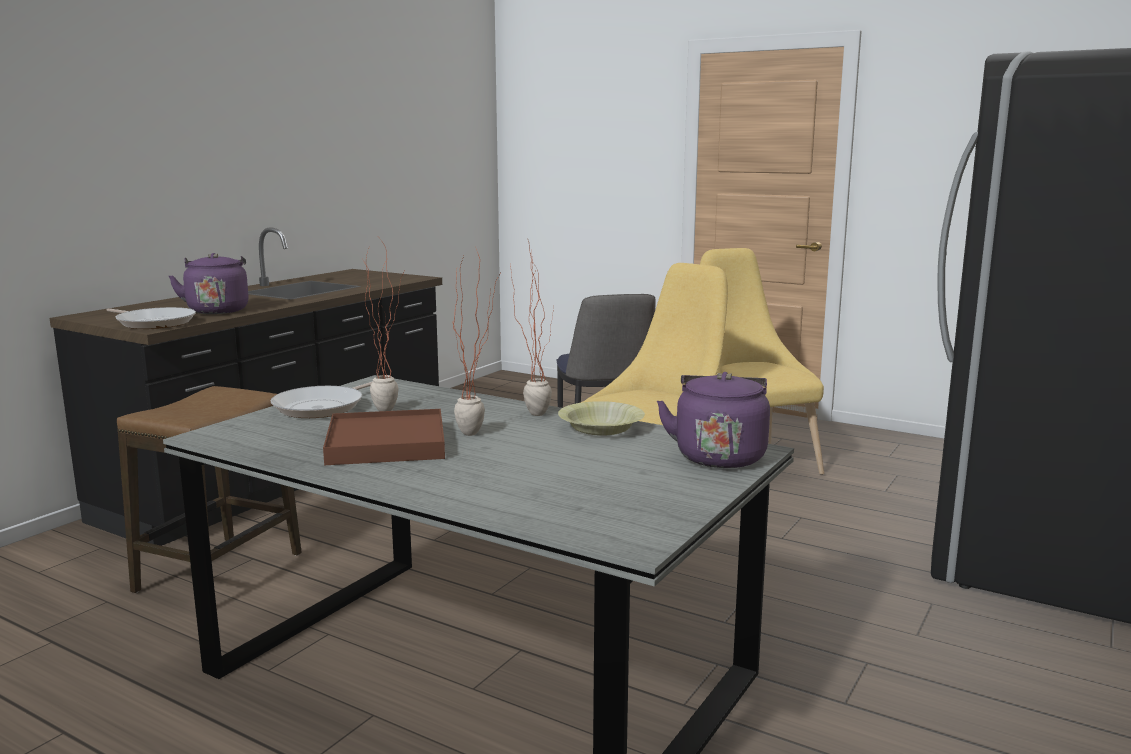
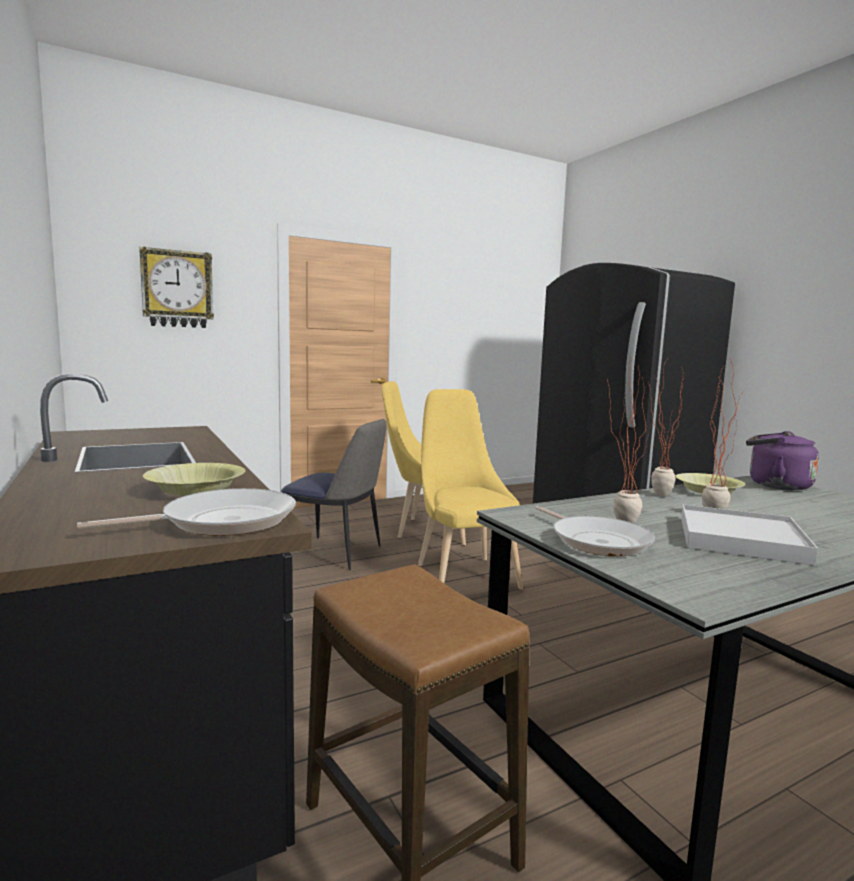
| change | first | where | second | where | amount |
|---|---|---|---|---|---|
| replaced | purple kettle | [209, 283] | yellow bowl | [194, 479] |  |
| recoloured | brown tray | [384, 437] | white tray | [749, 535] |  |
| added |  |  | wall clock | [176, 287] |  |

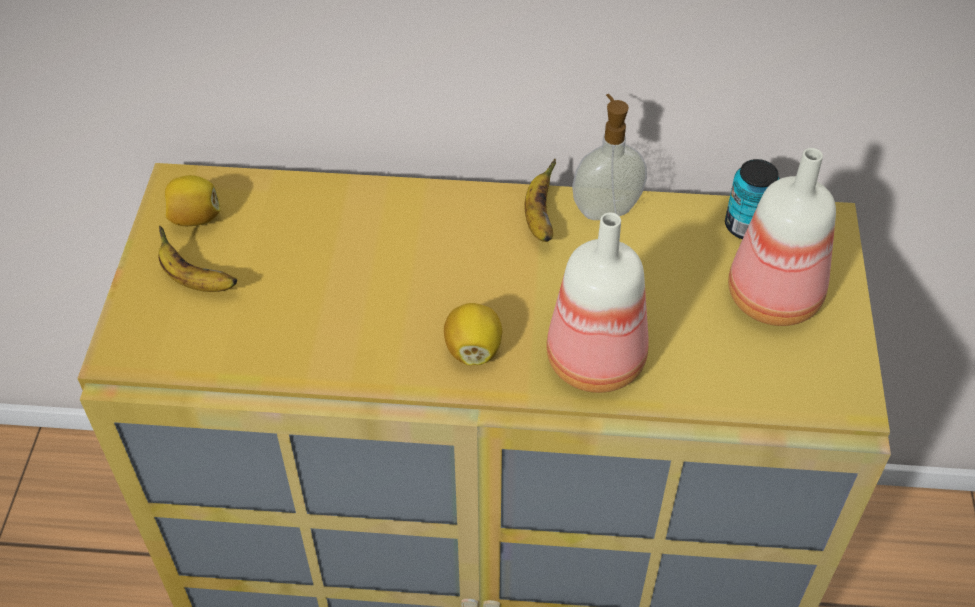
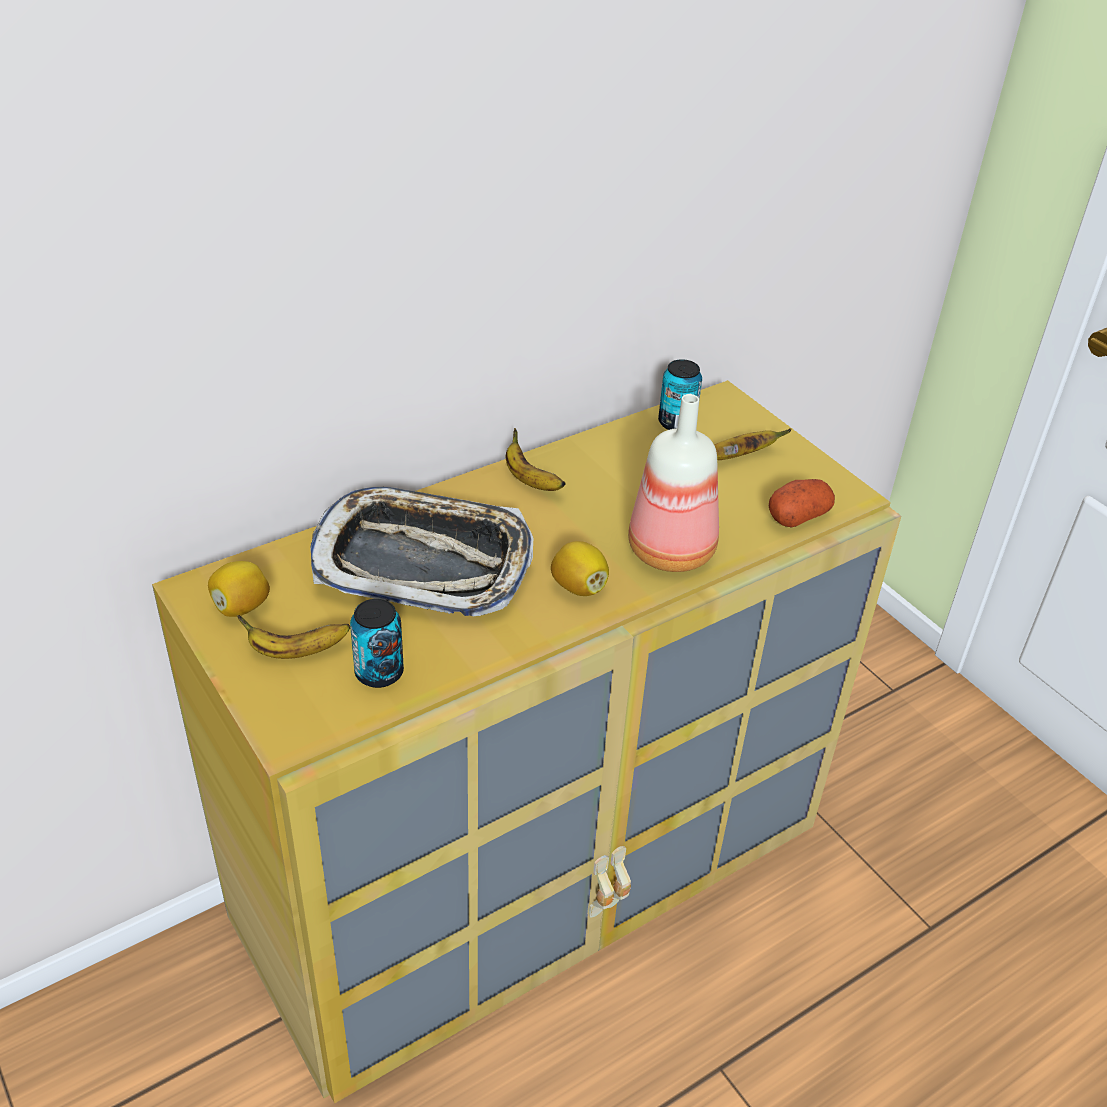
| change | first | where | second | where | amount |
|---|---|---|---|---|---|
| removed | soap dispenser | [609, 157] |  |  |  |
| replaced | bottle | [782, 237] | banana | [753, 444] |  |
| added |  |  | potato | [802, 503] |  |
| added |  |  | tray | [422, 551] |  |
| added |  |  | can | [377, 643] |  |

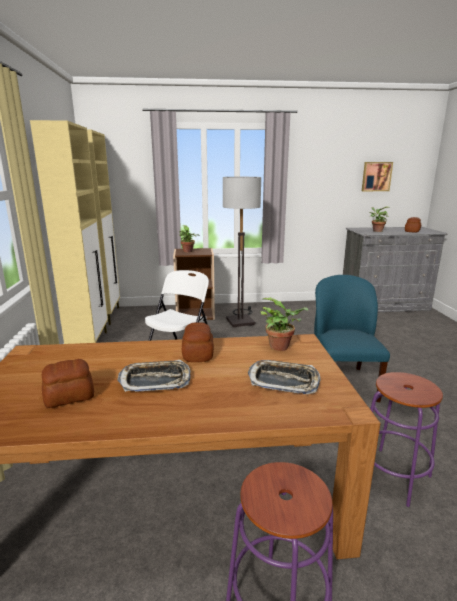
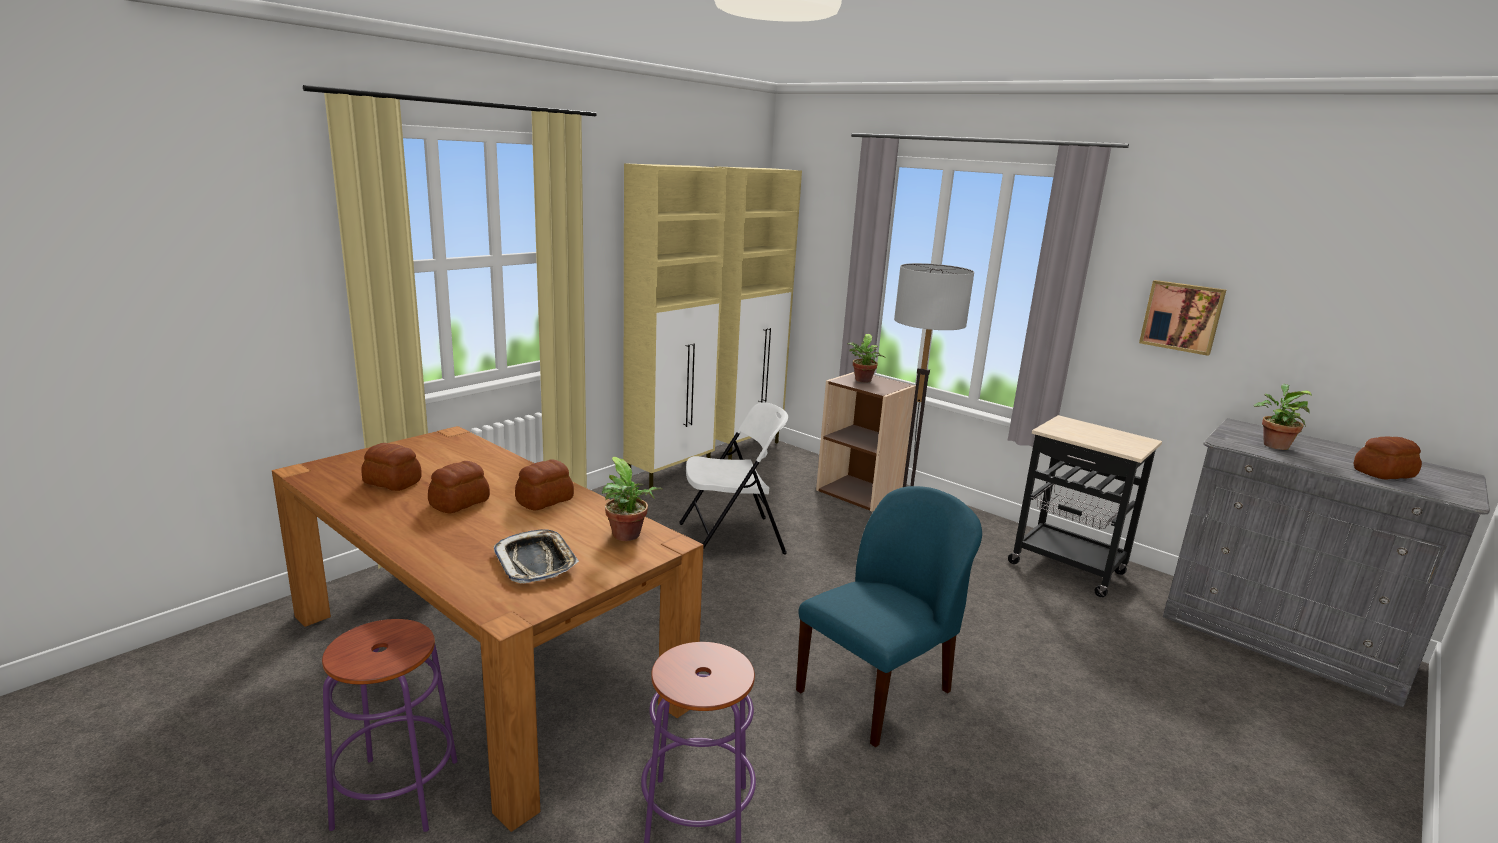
| change | first | where | second | where | amount |
|---|---|---|---|---|---|
| moved | picture | [377, 176] |  | [1182, 318] |  |
| replaced | tray | [154, 376] | bread | [459, 487] |  |
| added |  |  | cart | [1085, 506] |  |

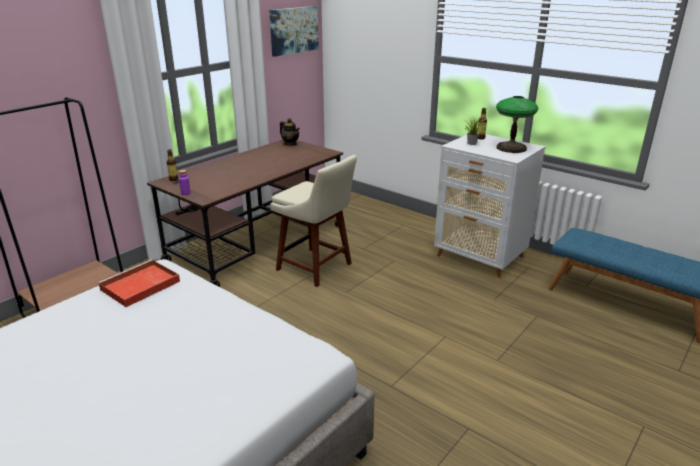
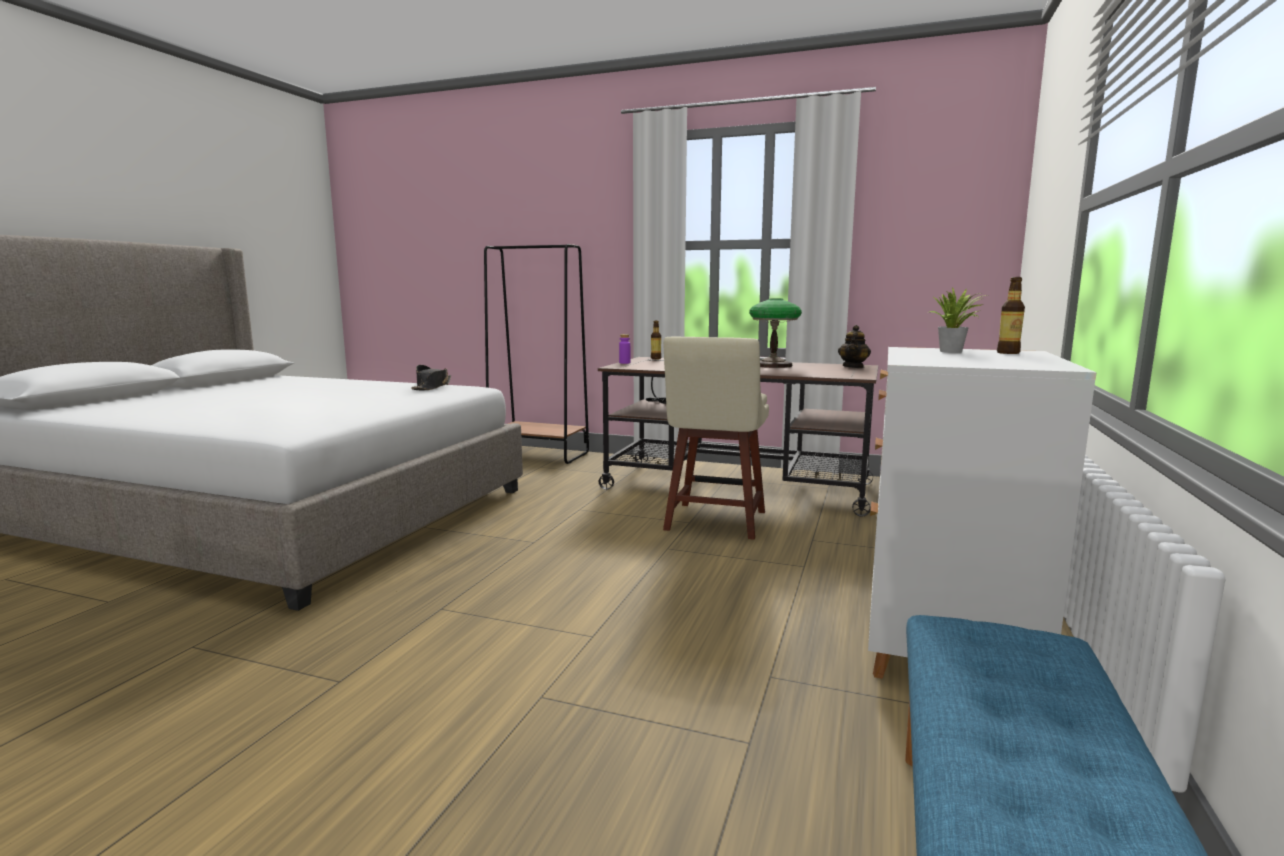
| change | first | where | second | where | amount |
|---|---|---|---|---|---|
| removed | picture | [294, 31] |  |  |  |
| moved | table lamp | [517, 124] |  | [775, 333] |  |
| replaced | red tray | [139, 283] | black hat | [431, 377] |  |

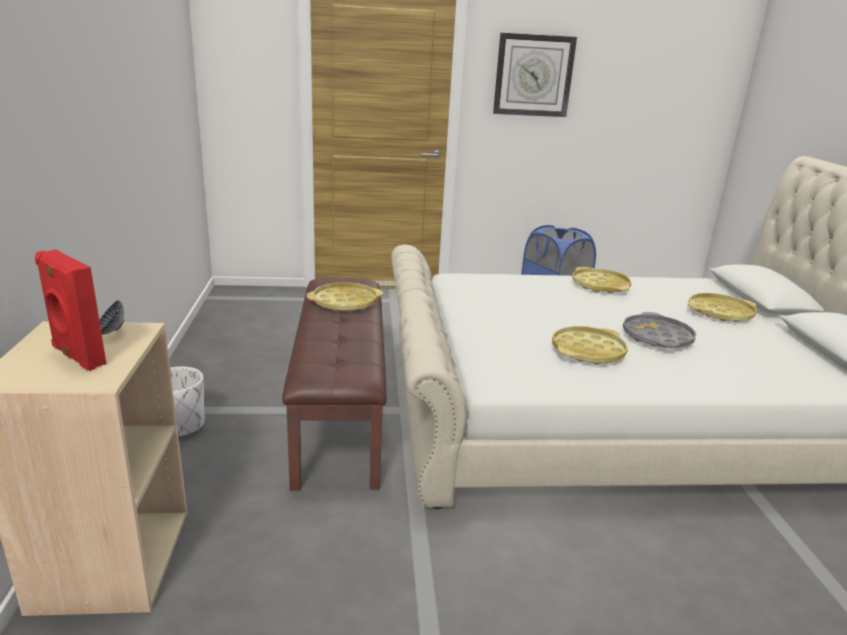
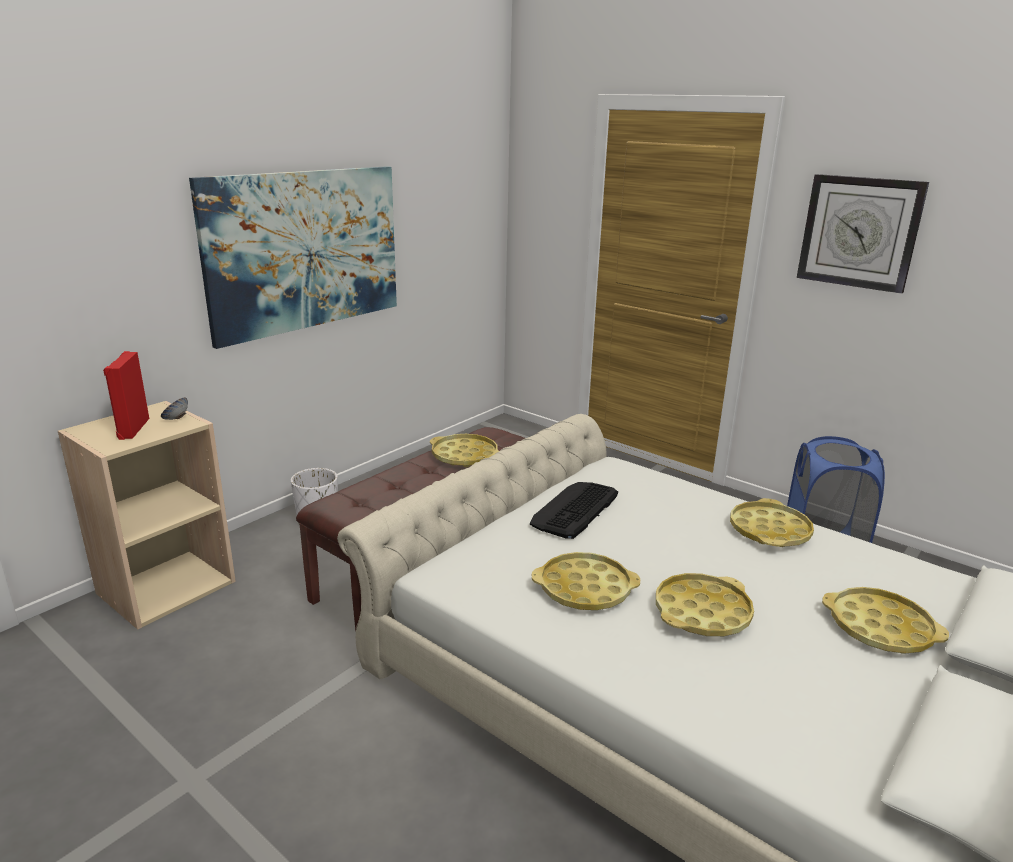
| change | first | where | second | where | amount |
|---|---|---|---|---|---|
| recoloured | grey tray | [659, 330] | yellow tray | [705, 604] |  |
| added |  |  | picture | [293, 257] |  |
| added |  |  | keyboard | [574, 510] |  |

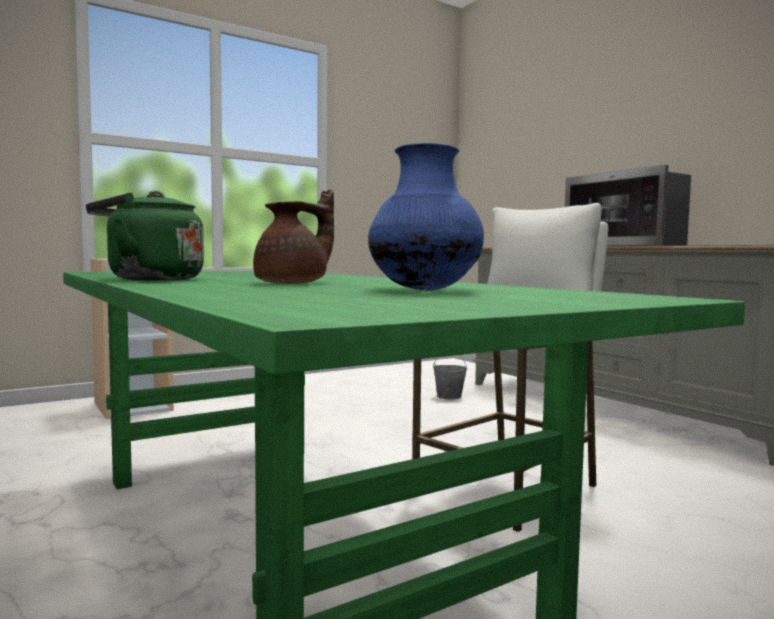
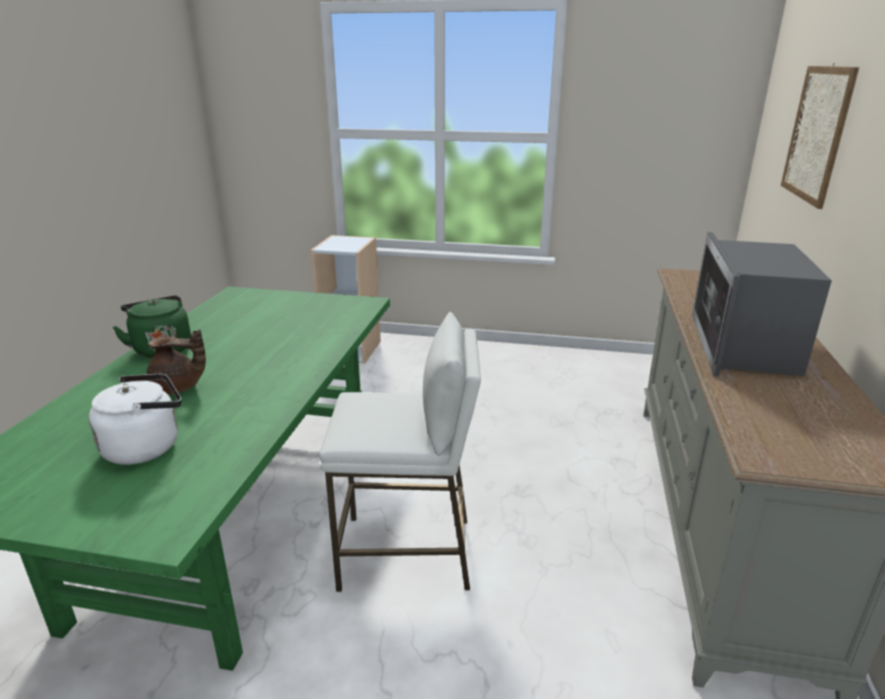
| change | first | where | second | where | amount |
|---|---|---|---|---|---|
| replaced | blue vase | [426, 217] | white kettle | [135, 419] |  |
| removed | grey bucket | [450, 377] |  |  |  |
| added |  |  | picture | [820, 136] |  |

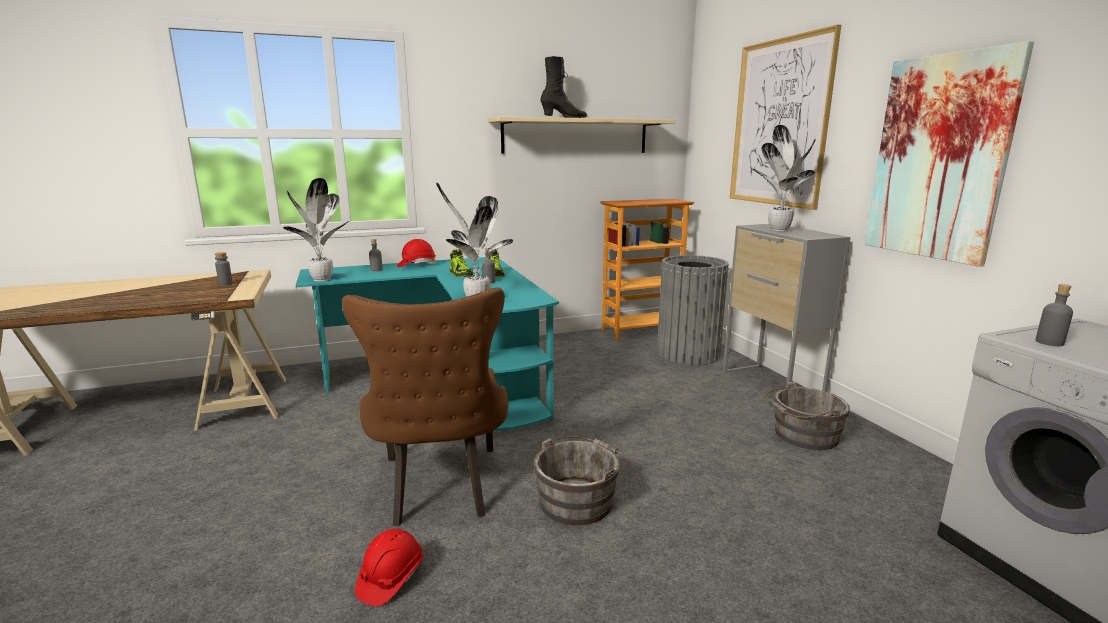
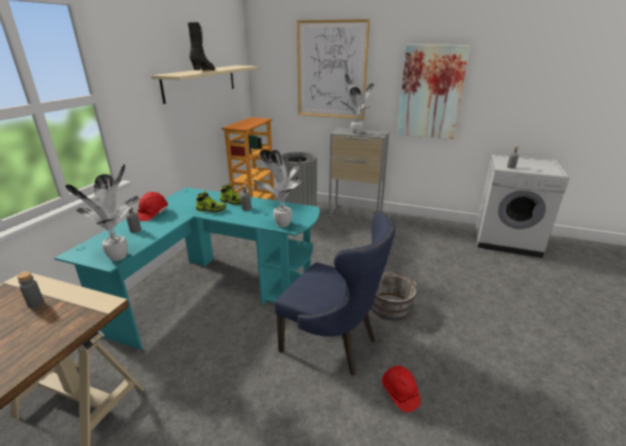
| change | first | where | second | where | amount |
|---|---|---|---|---|---|
| recoloured | brown chair | [425, 406] | blue chair | [335, 293] |  |
| removed | grey bucket | [808, 416] |  |  |  |

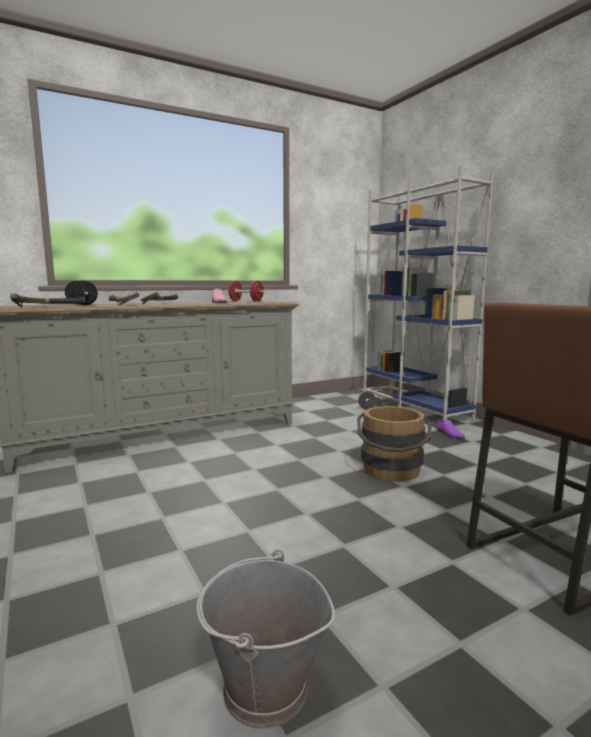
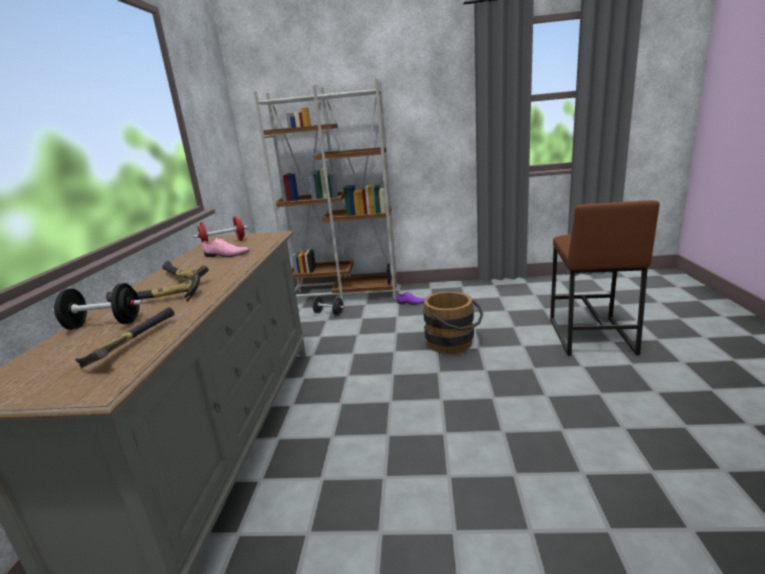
| change | first | where | second | where | amount |
|---|---|---|---|---|---|
| recoloured | blue bookcase | [428, 293] | brown bookcase | [325, 190] |  |
| removed | grey bucket | [266, 639] |  |  |  |

